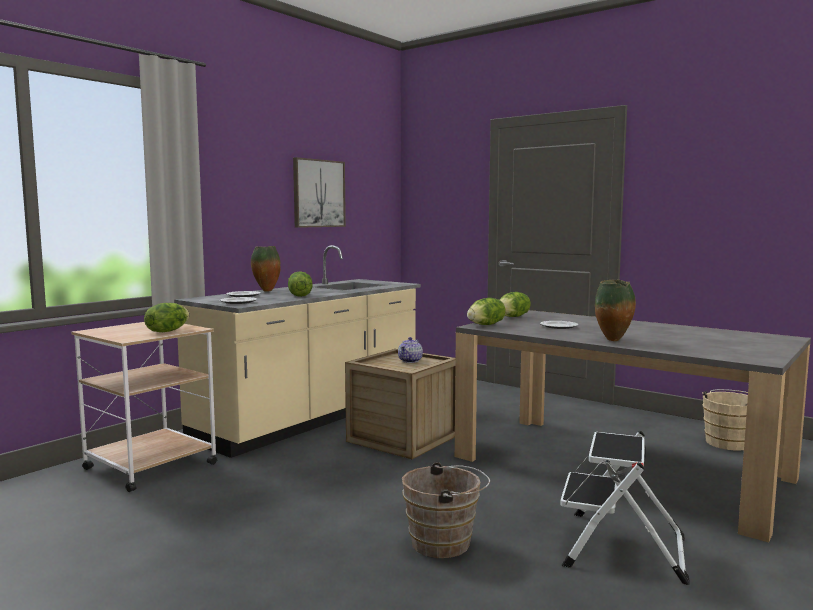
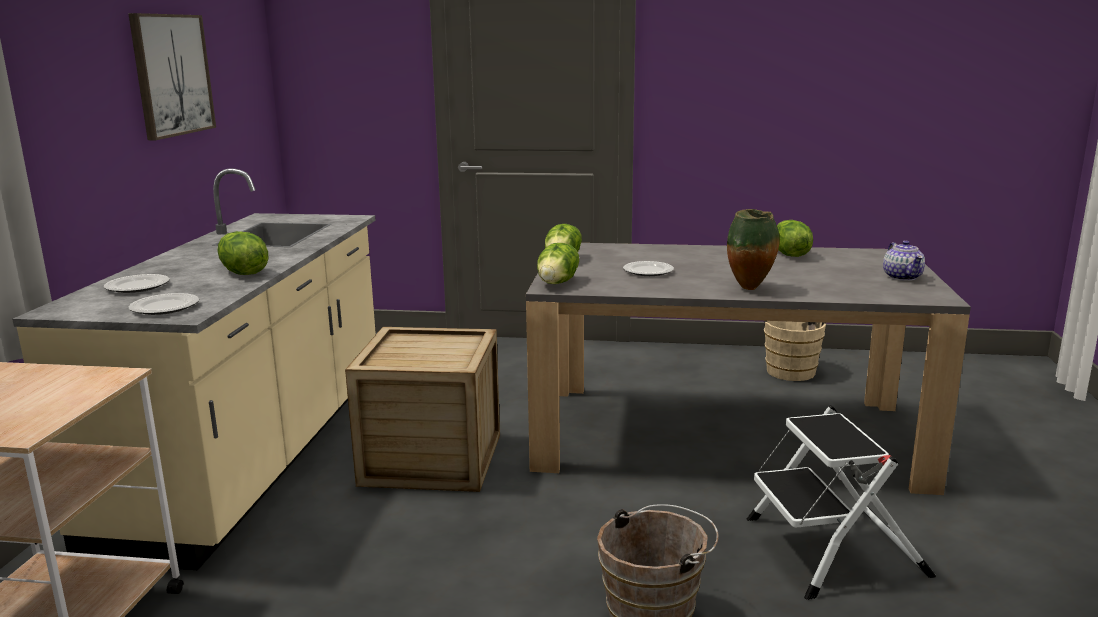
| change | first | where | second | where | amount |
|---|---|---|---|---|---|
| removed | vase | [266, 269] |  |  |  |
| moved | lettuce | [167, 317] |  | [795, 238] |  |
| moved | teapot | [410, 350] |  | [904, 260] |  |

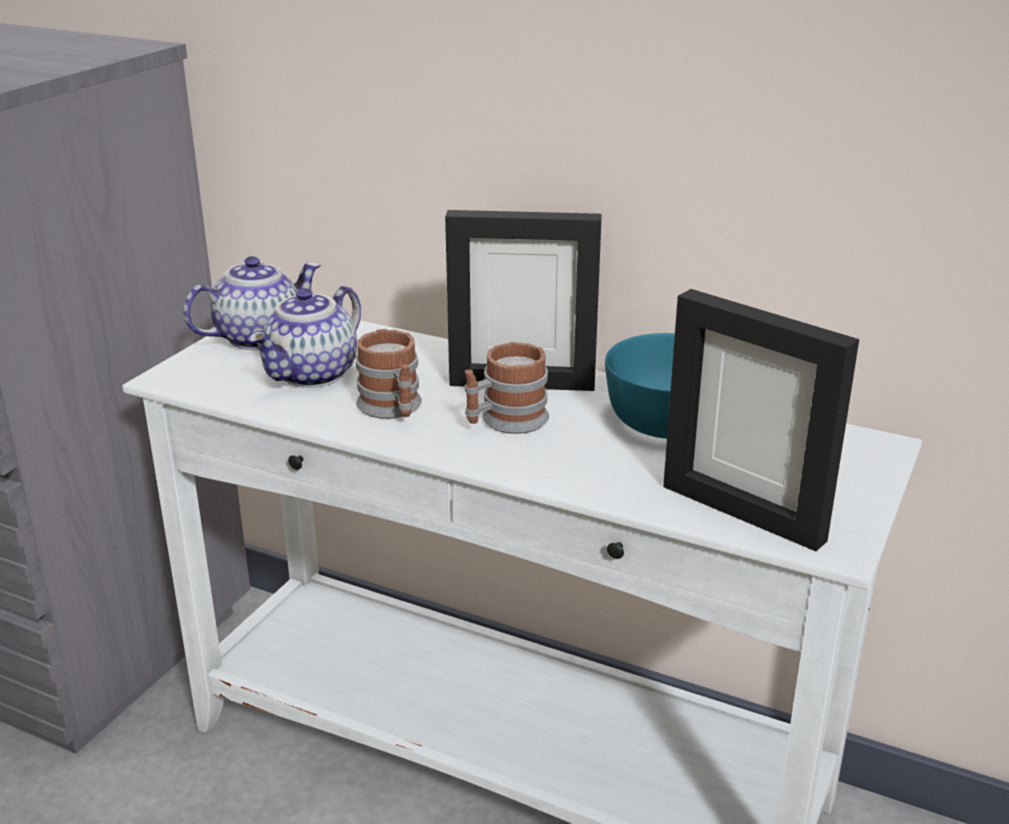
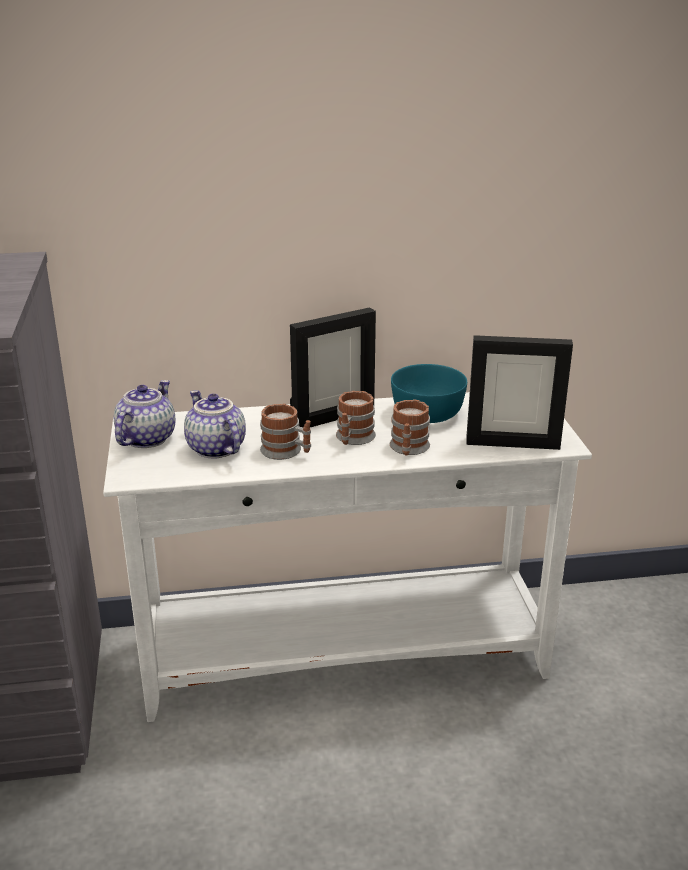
| change | first | where | second | where | amount |
|---|---|---|---|---|---|
| turned | teapot | [305, 337] |  | [215, 424] | 150 degrees clockwise |
| added |  |  | mug | [410, 427] |  |

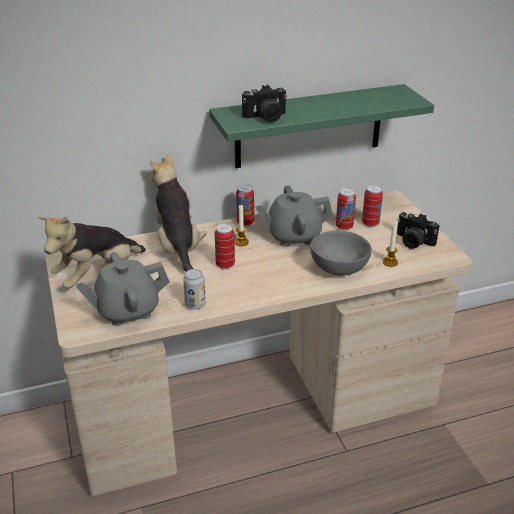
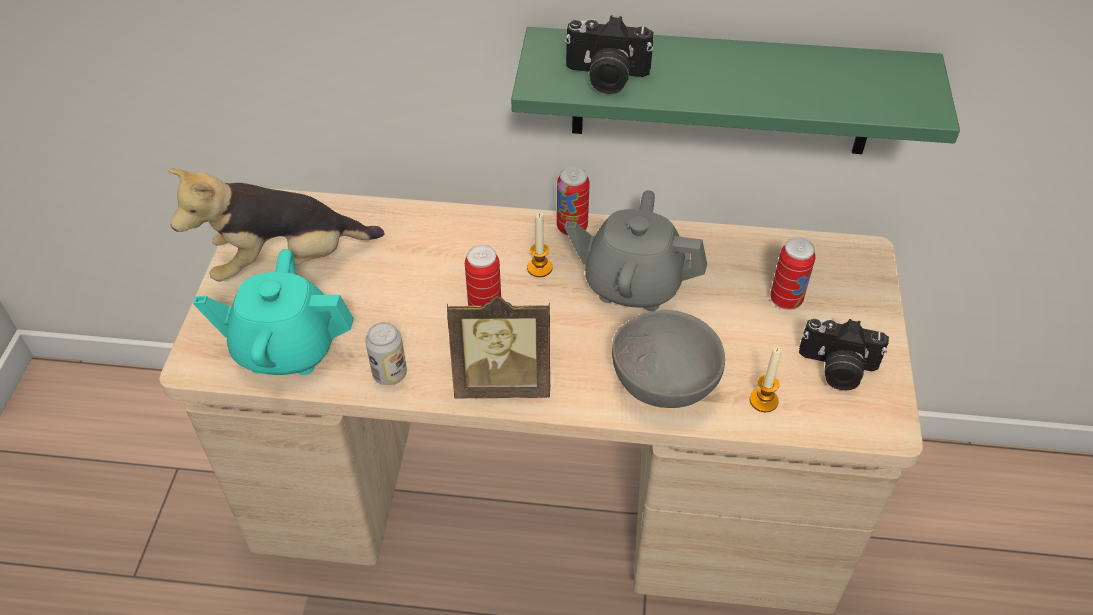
| change | first | where | second | where | amount |
|---|---|---|---|---|---|
| removed | plush toy | [178, 213] |  |  |  |
| removed | can | [346, 209] |  |  |  |
| turned | photo camera | [418, 230] |  | [844, 354] | 45 degrees counterclockwise |
| recoloured | grey teapot | [123, 289] | turquoise teapot | [273, 312] |  |
| added |  |  | picture frame | [498, 347] |  |

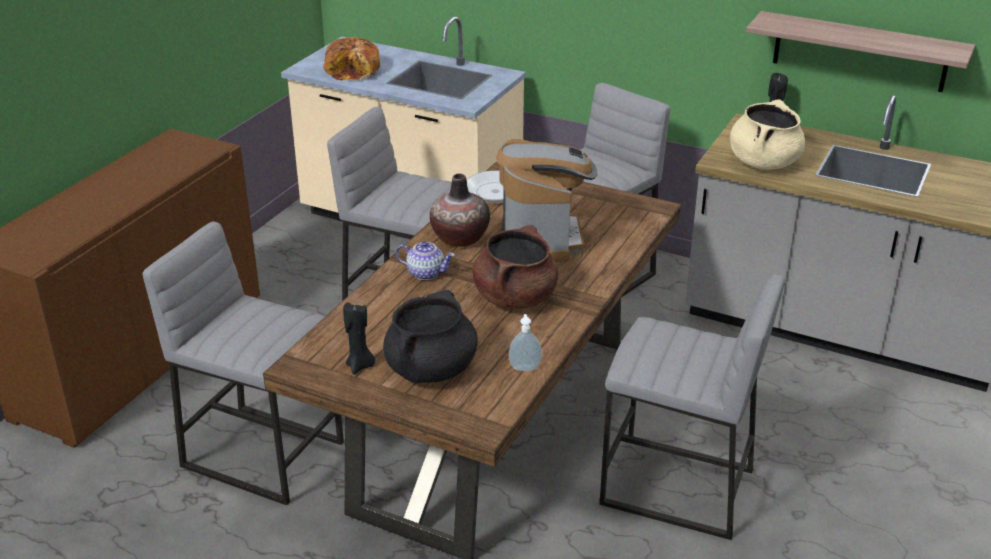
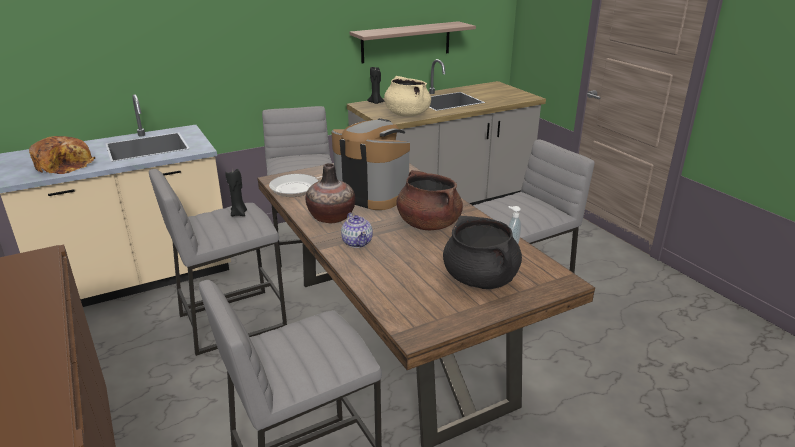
| change | first | where | second | where | amount |
|---|---|---|---|---|---|
| turned | teapot | [425, 260] |  | [357, 230] | 105 degrees clockwise |
| moved | black candle | [359, 338] |  | [236, 192] |  |

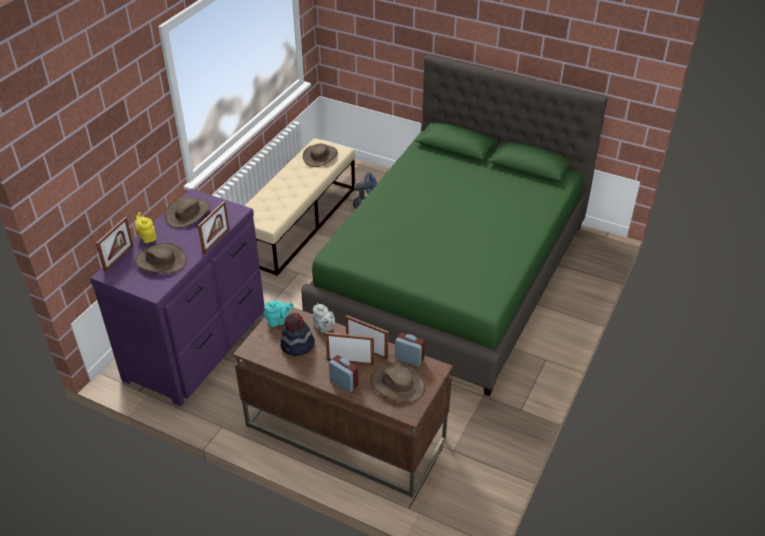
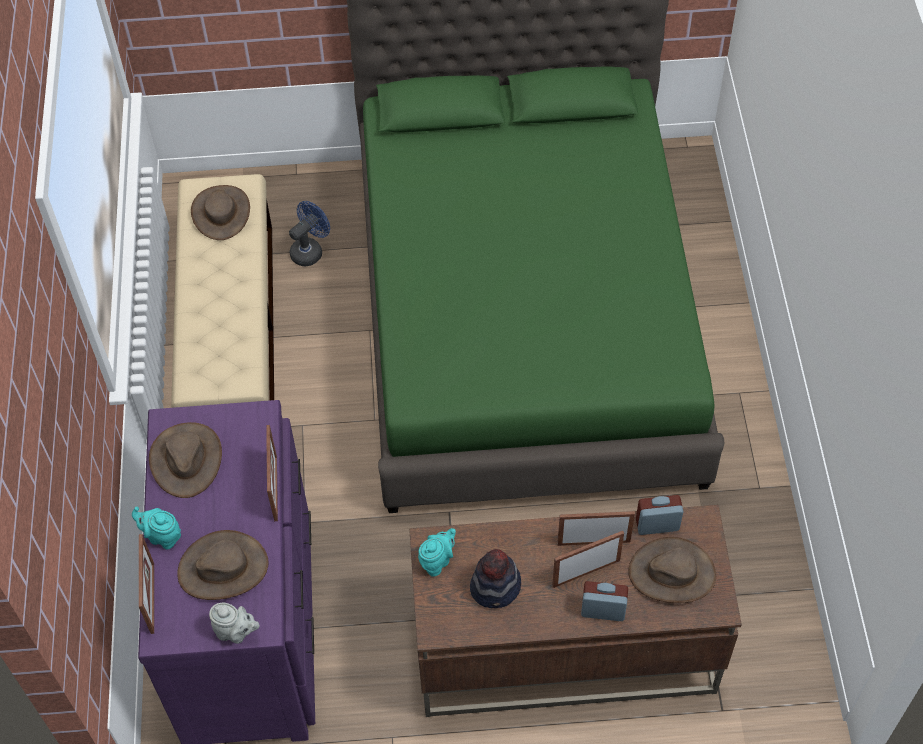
| change | first | where | second | where | amount |
|---|---|---|---|---|---|
| recoloured | yellow teapot | [146, 227] | turquoise teapot | [156, 528] |  |
| moved | grey teapot | [324, 318] |  | [234, 623] |  |

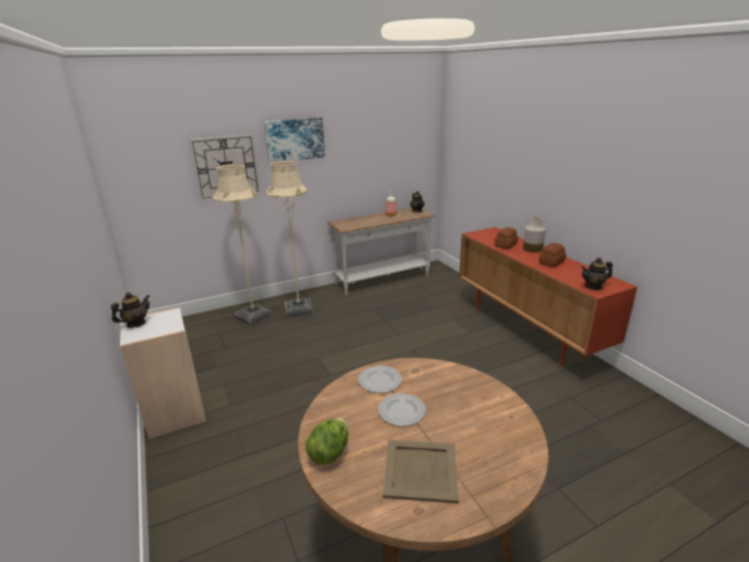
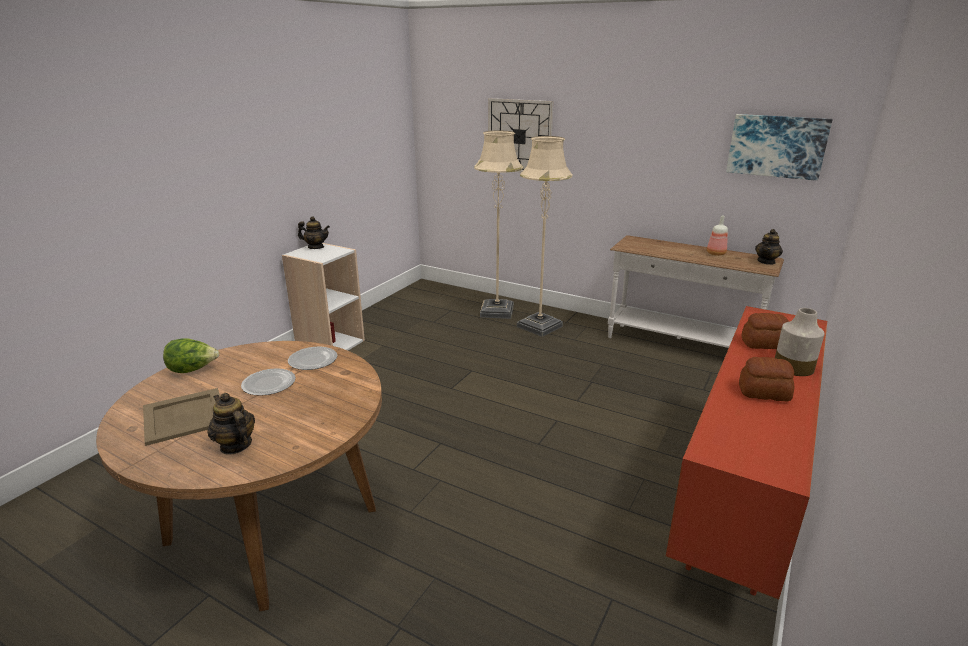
| change | first | where | second | where | amount |
|---|---|---|---|---|---|
| moved | picture | [294, 140] |  | [779, 147] |  |
| moved | teapot | [597, 273] |  | [231, 424] |  |

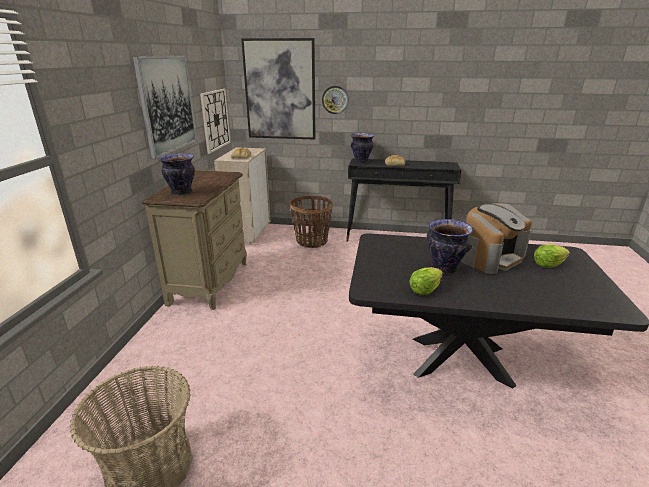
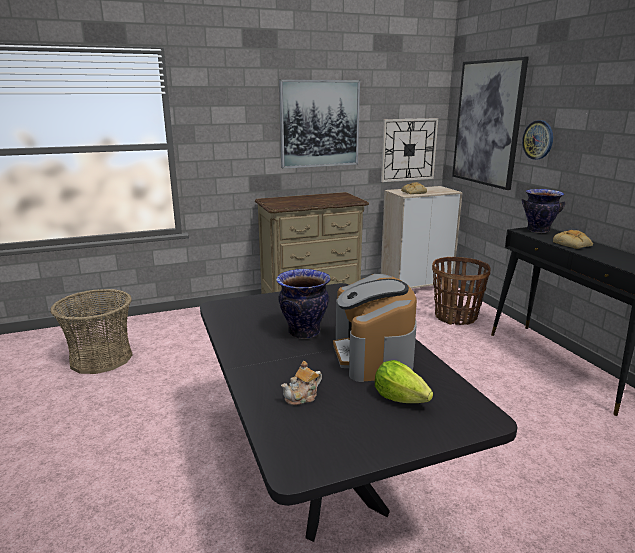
| change | first | where | second | where | amount |
|---|---|---|---|---|---|
| removed | vase | [176, 174] |  |  |  |
| turned | coffee machine | [496, 238] |  | [375, 328] | 60 degrees clockwise |
| removed | lettuce | [426, 281] |  |  |  |
| added |  |  | teapot | [301, 383] |  |

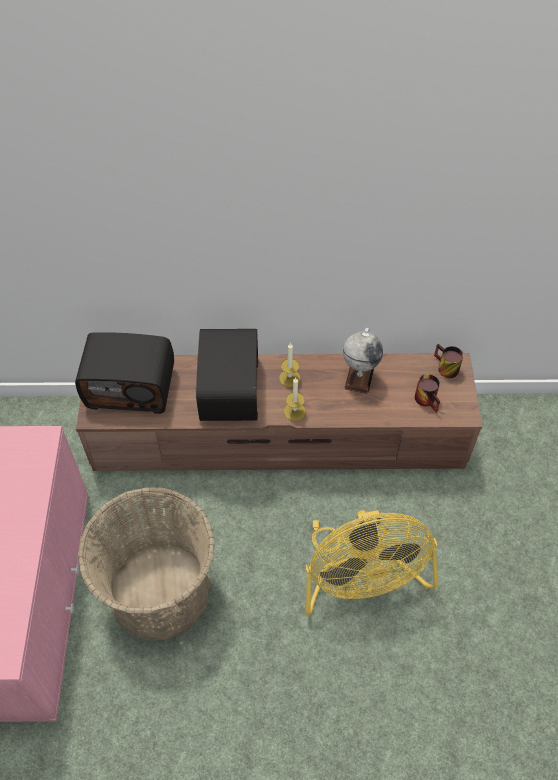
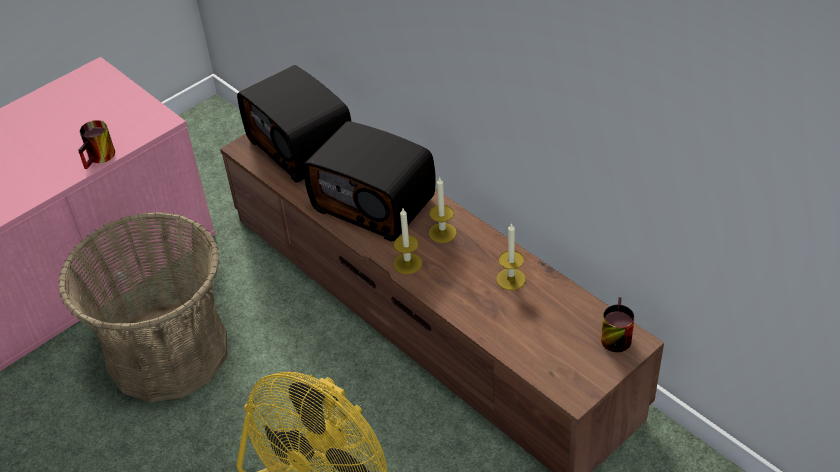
| change | first | where | second | where | amount |
|---|---|---|---|---|---|
| replaced | globe | [363, 361] | candle | [511, 256] |  |
| turned | radio | [227, 375] |  | [369, 181] | 75 degrees clockwise |
| moved | mug | [427, 393] |  | [96, 144] |  |

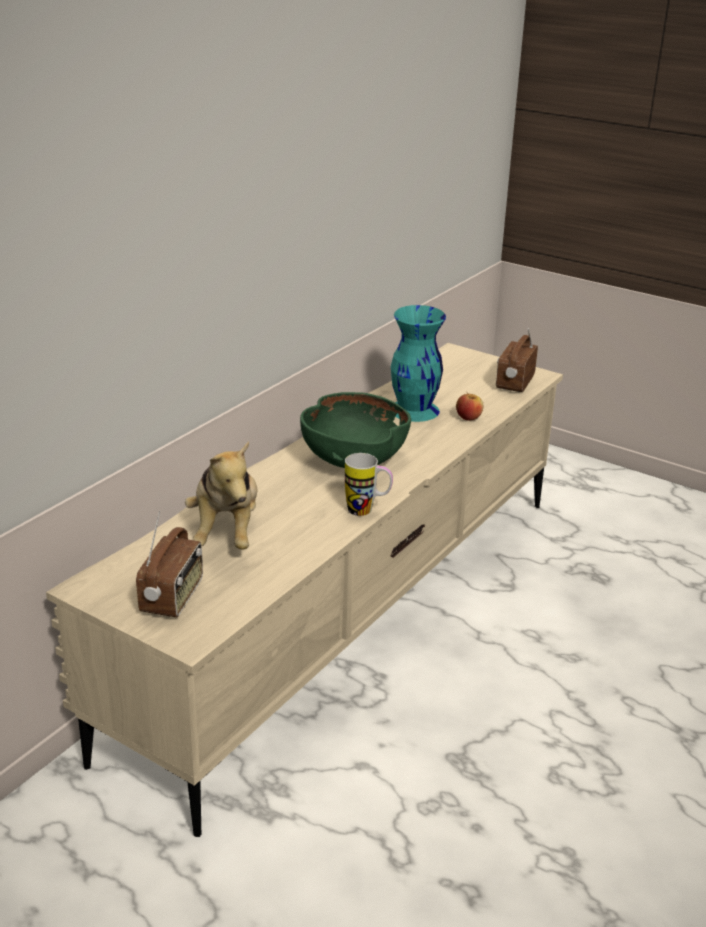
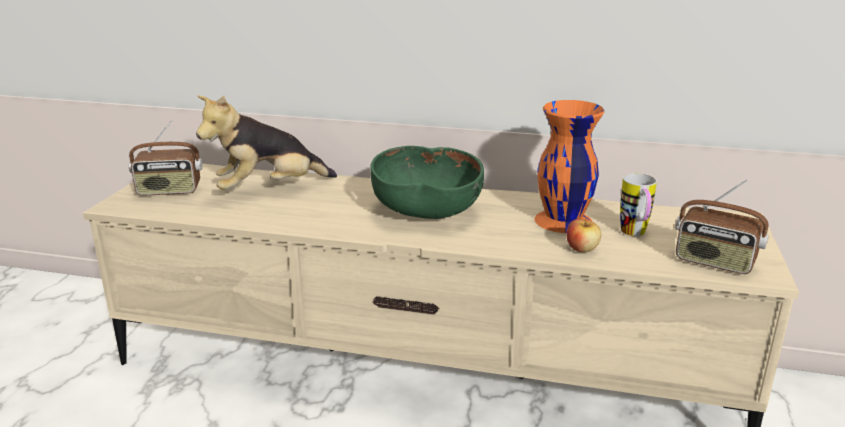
| change | first | where | second | where | amount |
|---|---|---|---|---|---|
| recoloured | turquoise vase | [418, 363] | orange vase | [569, 166] |  |
| turned | radio | [517, 360] |  | [722, 226] | 150 degrees counterclockwise |
| moved | mug | [369, 484] |  | [638, 204] |  |

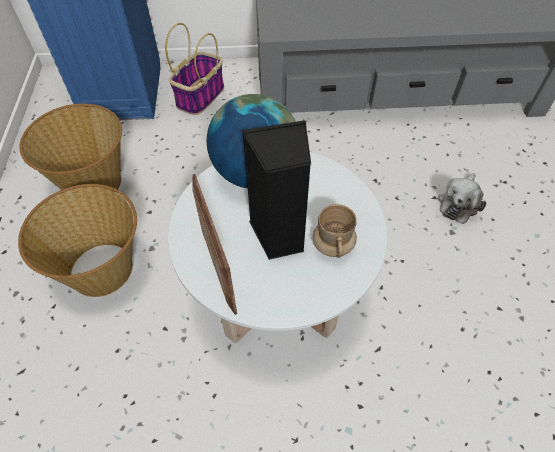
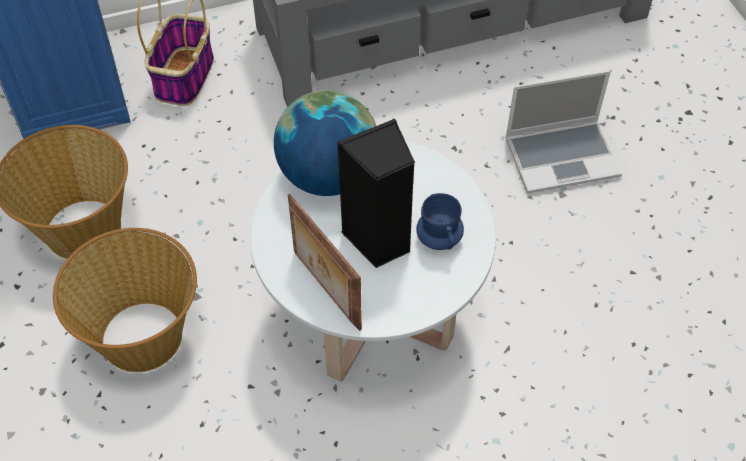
| change | first | where | second | where | amount |
|---|---|---|---|---|---|
| replaced | plush toy | [461, 198] | laptop | [563, 131] |  |
| recoloured | beige mug | [335, 231] | blue mug | [440, 221] |  |

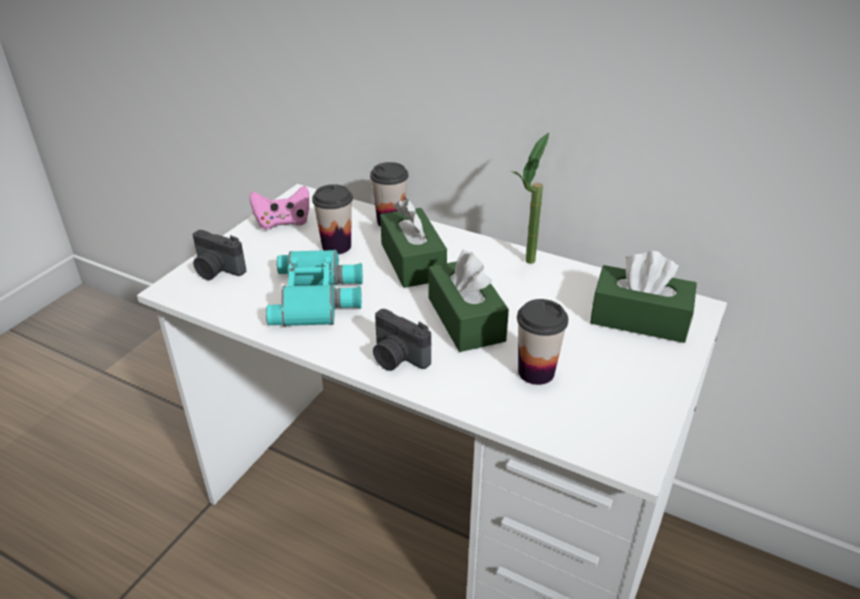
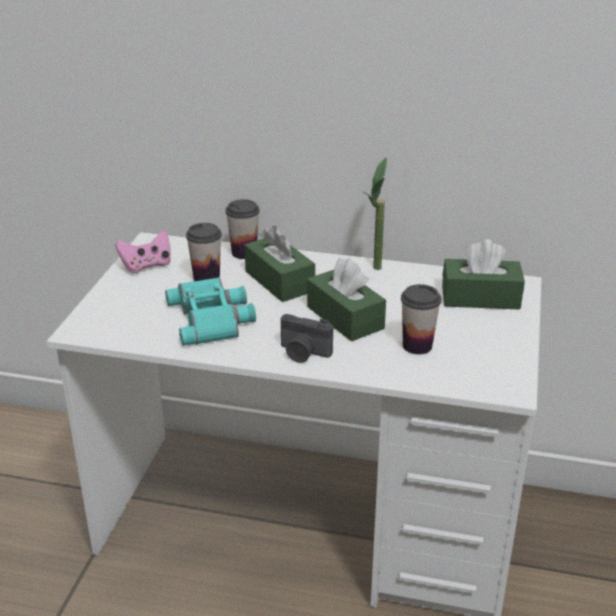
| change | first | where | second | where | amount |
|---|---|---|---|---|---|
| removed | photo camera | [219, 255] |  |  |  |

